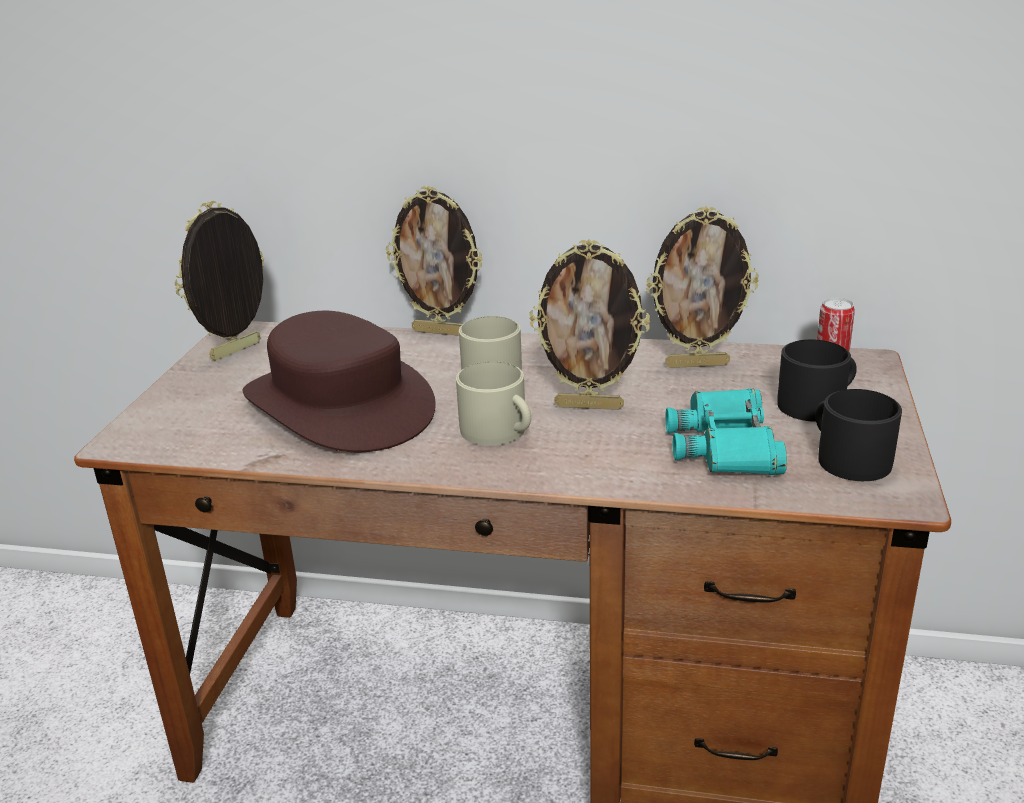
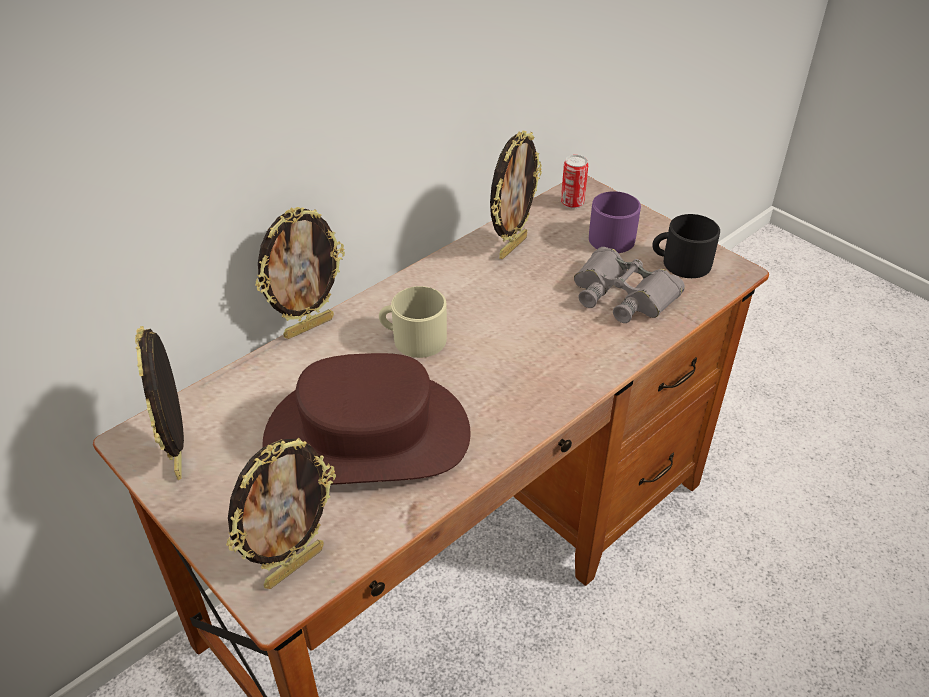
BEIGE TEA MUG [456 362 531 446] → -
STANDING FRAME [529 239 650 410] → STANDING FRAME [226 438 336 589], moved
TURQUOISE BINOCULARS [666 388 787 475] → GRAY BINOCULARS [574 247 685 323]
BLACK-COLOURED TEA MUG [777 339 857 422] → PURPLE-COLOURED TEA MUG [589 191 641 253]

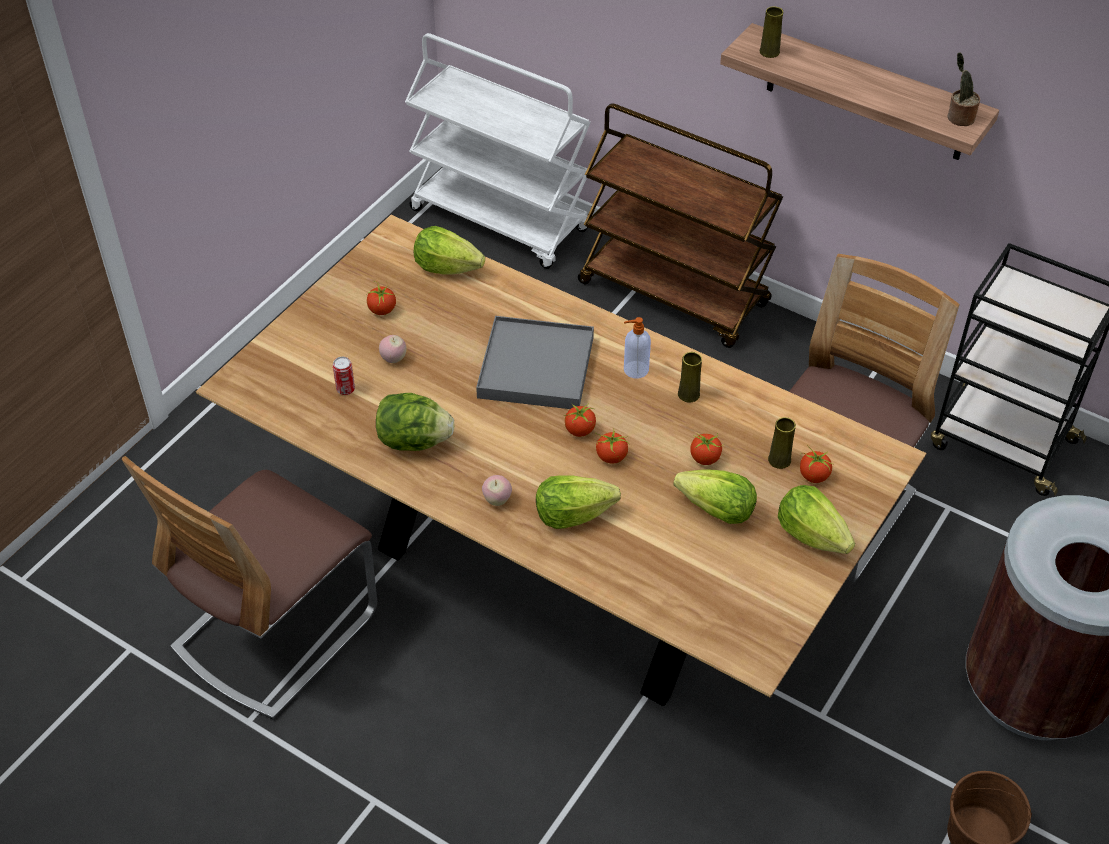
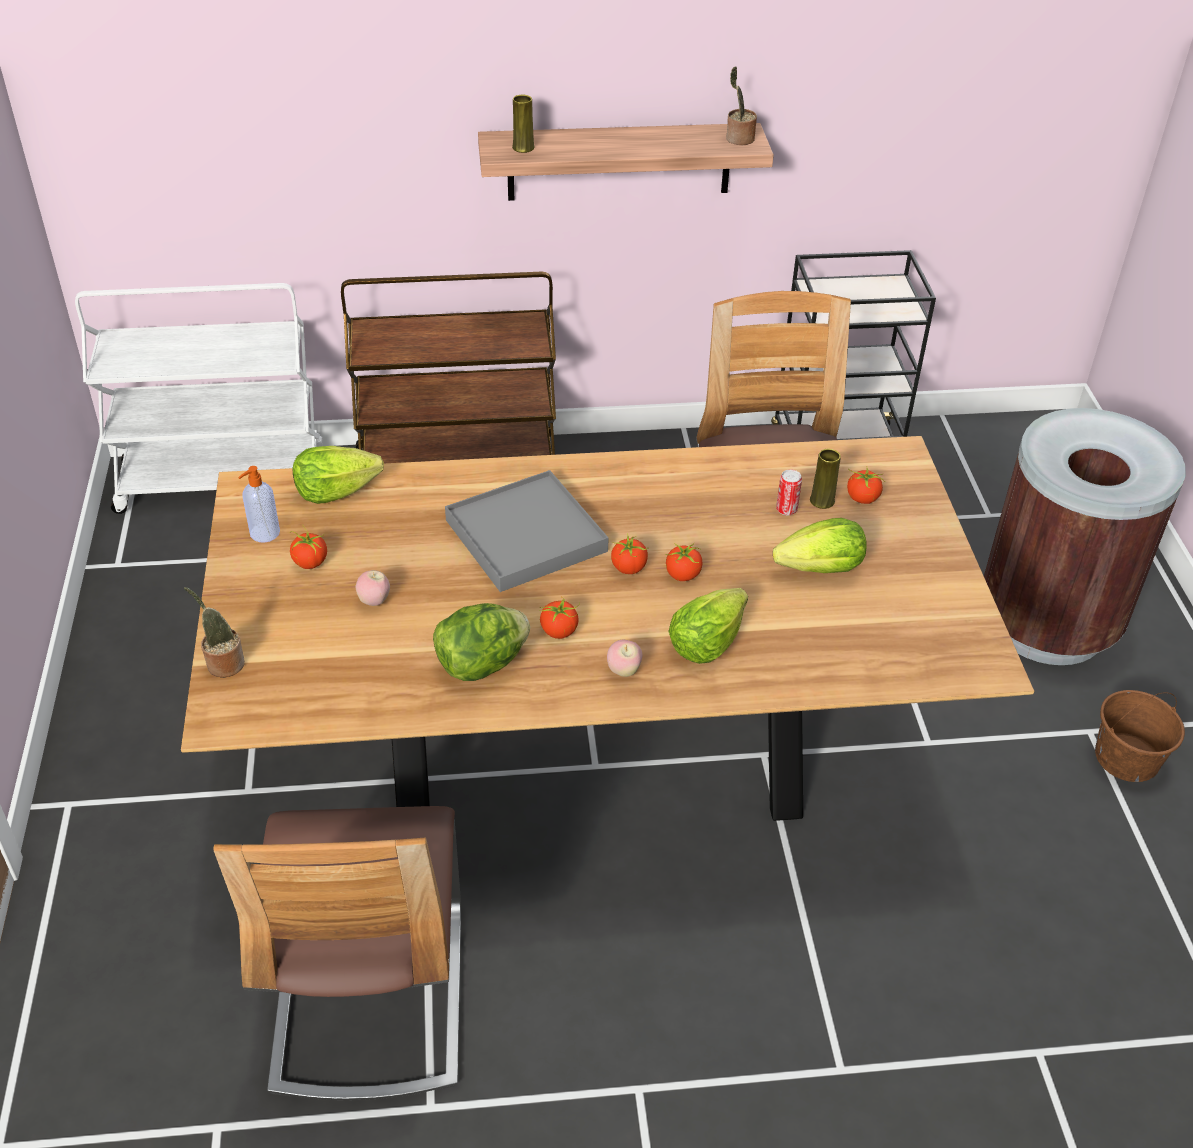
YELLOWISH DECORATIVE VASE [678 352 702 402] → -
LETTUCE HEAD [778 485 855 554] → -
- → HOUSEPLANT [184 587 245 678]
METAL CAN [333 357 355 395] → METAL CAN [776 469 802 516], moved
LIQUID SOAP BOTTLE [624 317 651 379] → LIQUID SOAP BOTTLE [238 466 280 543], moved
WHOLE TOMATO [690 433 724 465] → WHOLE TOMATO [539 596 580 639], moved

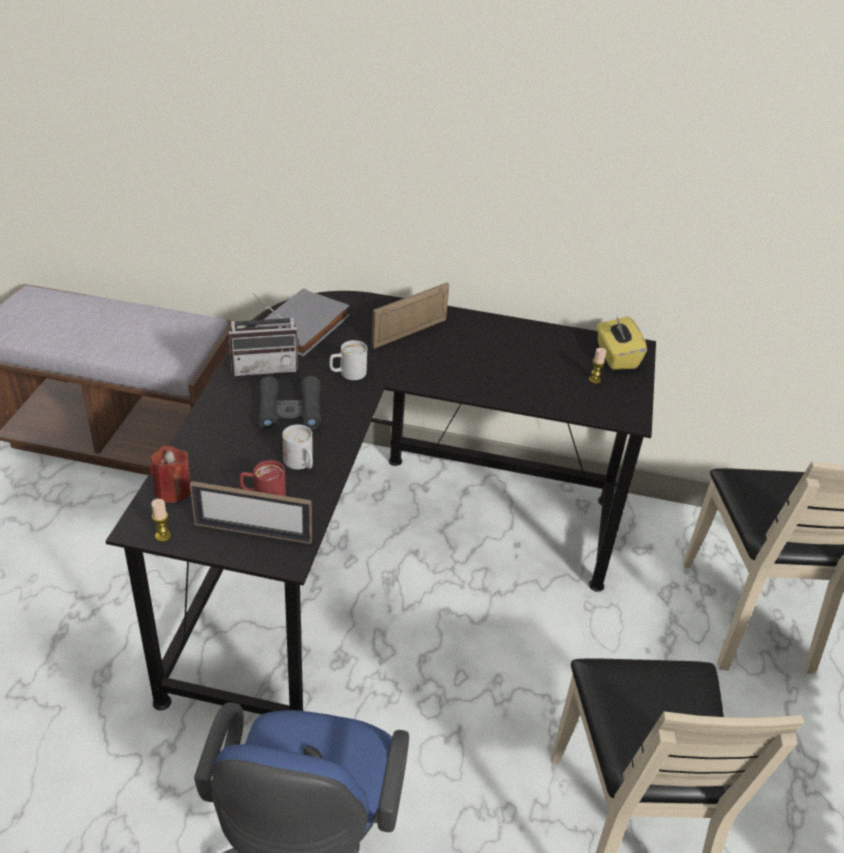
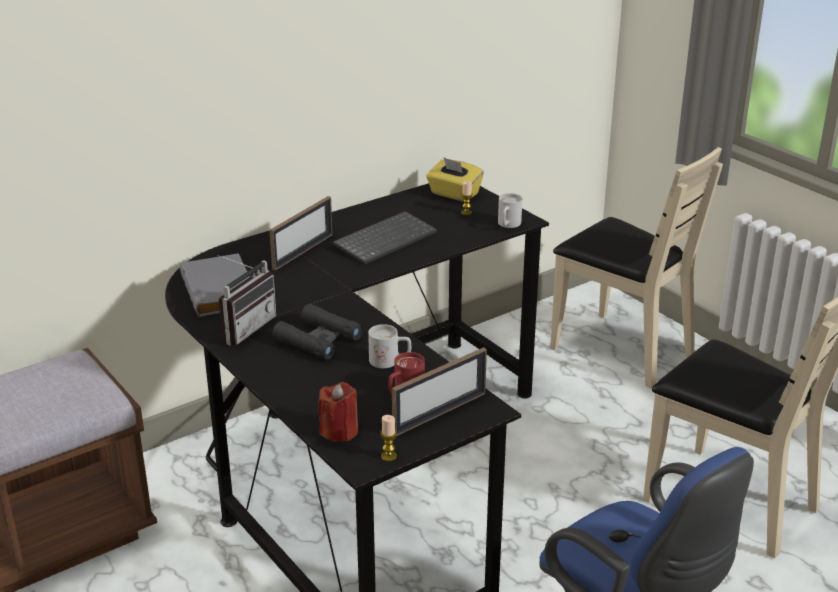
- → KEYBOARD [333 211 437 264]
WHITE TEA MUG [329 340 367 380] → WHITE TEA MUG [498 193 522 228], moved
STANDING FRAME [372 283 449 349] → STANDING FRAME [269 196 333 271], 150 degrees counterclockwise

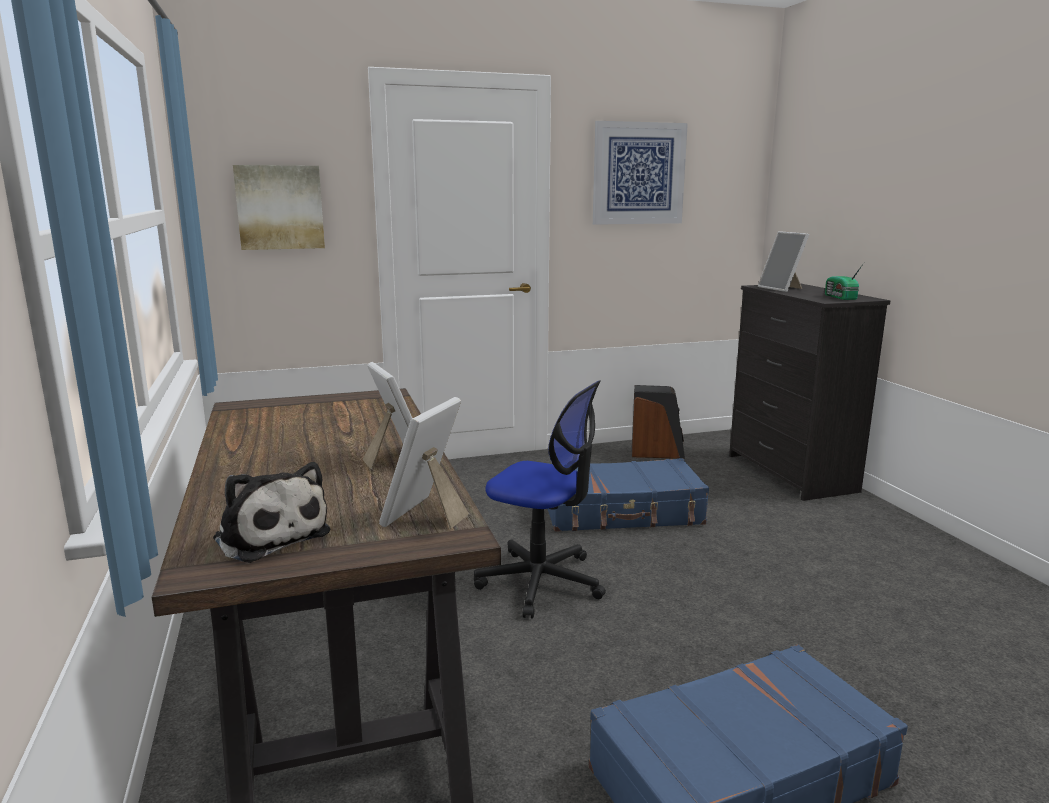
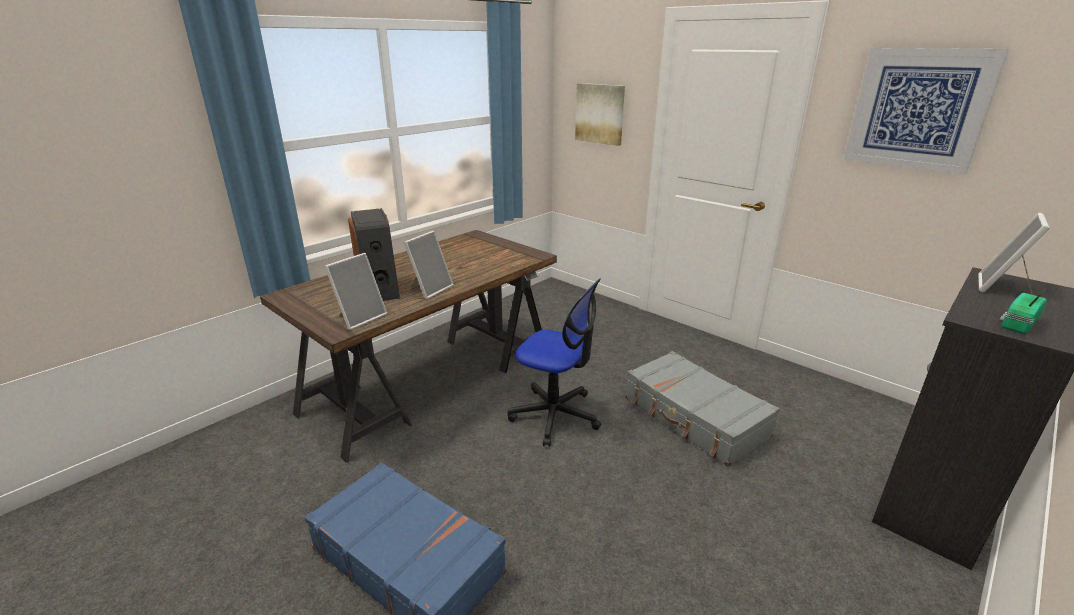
PLUSH TOY [213 462 330 563] → -
SPEAKER [632 385 685 459] → SPEAKER [348 208 400 301], moved
BLUE-COLOURED PIECE OF LUGGAGE [548 458 709 532] → GRAY PIECE OF LUGGAGE [625 351 780 467]
STANDING FRAME [379 397 469 529] → STANDING FRAME [324 253 387 330], 135 degrees clockwise
DESK CHAIR [474 380 606 618] → DESK CHAIR [508 279 601 447], 60 degrees counterclockwise

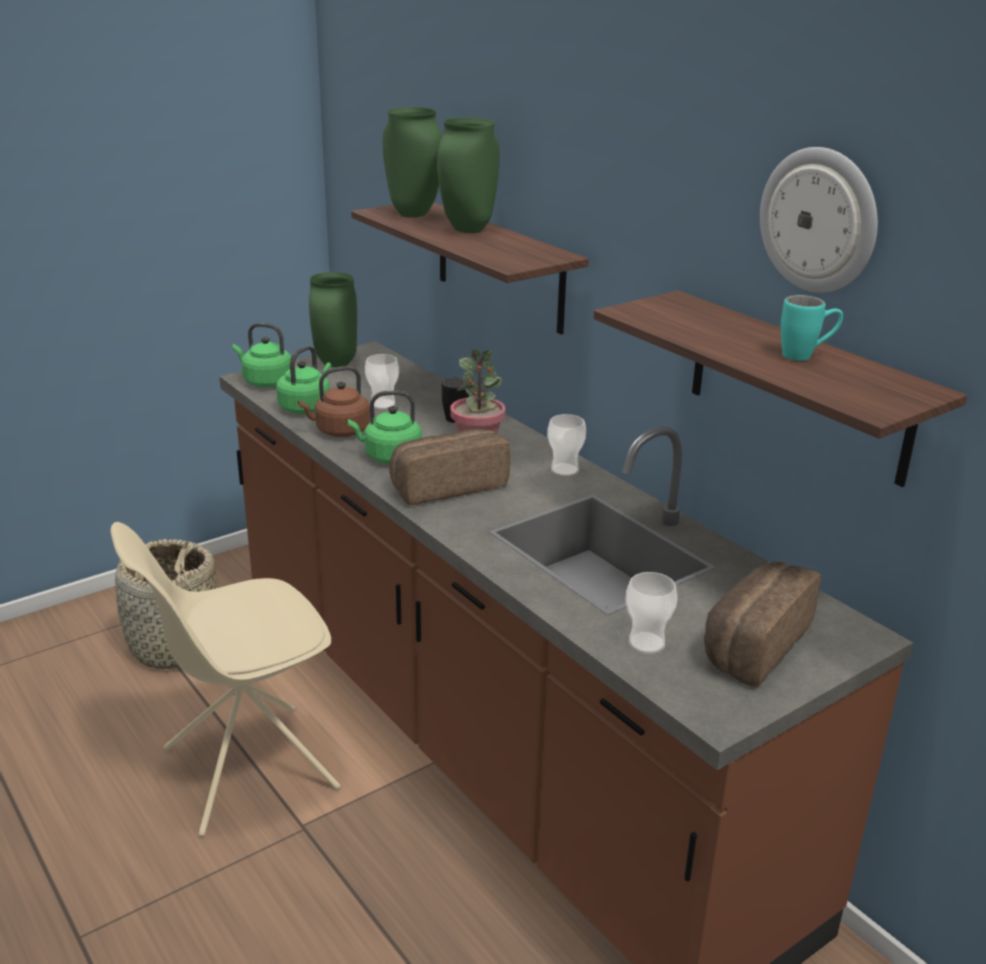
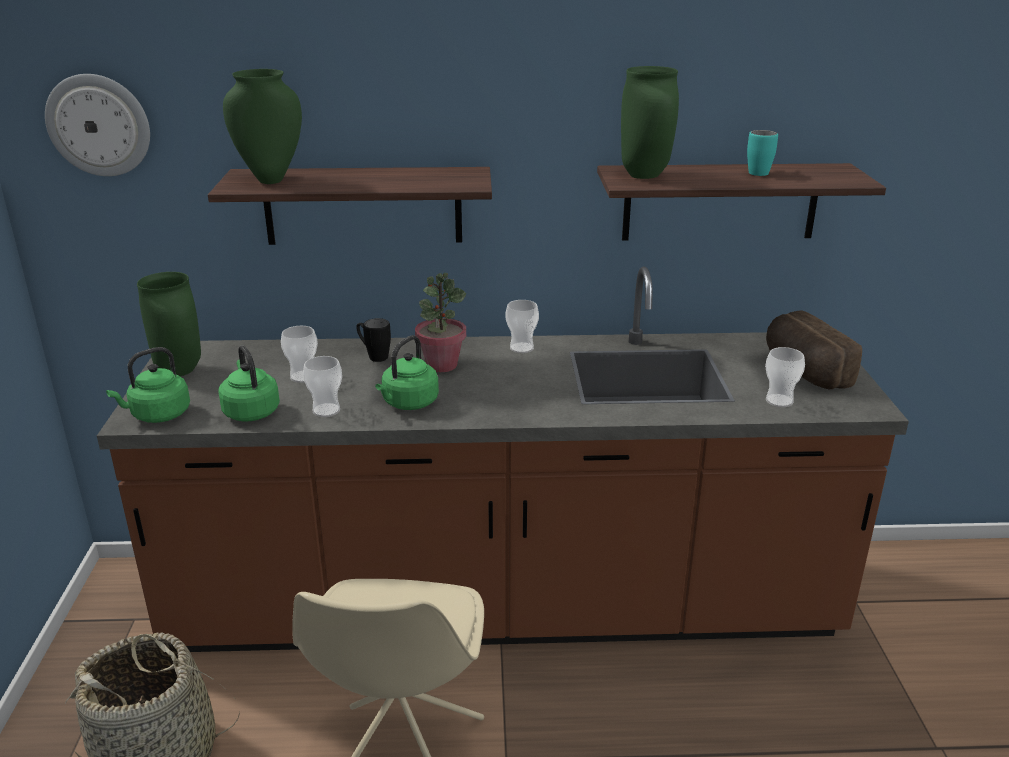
BAKERY BREAD [389 429 510 505] → -
GREEN-COLOURED DECORATIVE VASE [437 117 500 233] → GREEN-COLOURED DECORATIVE VASE [621 66 679 179], moved
HANGING CLOCK [760 147 878 293] → HANGING CLOCK [45 74 150 176], moved
BROWN-COLOURED TEA KETTLE [298 366 370 437] → SMALL CUP [303 356 342 417]

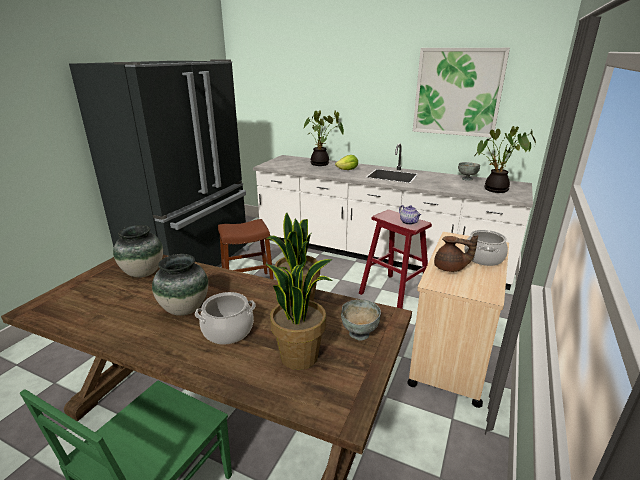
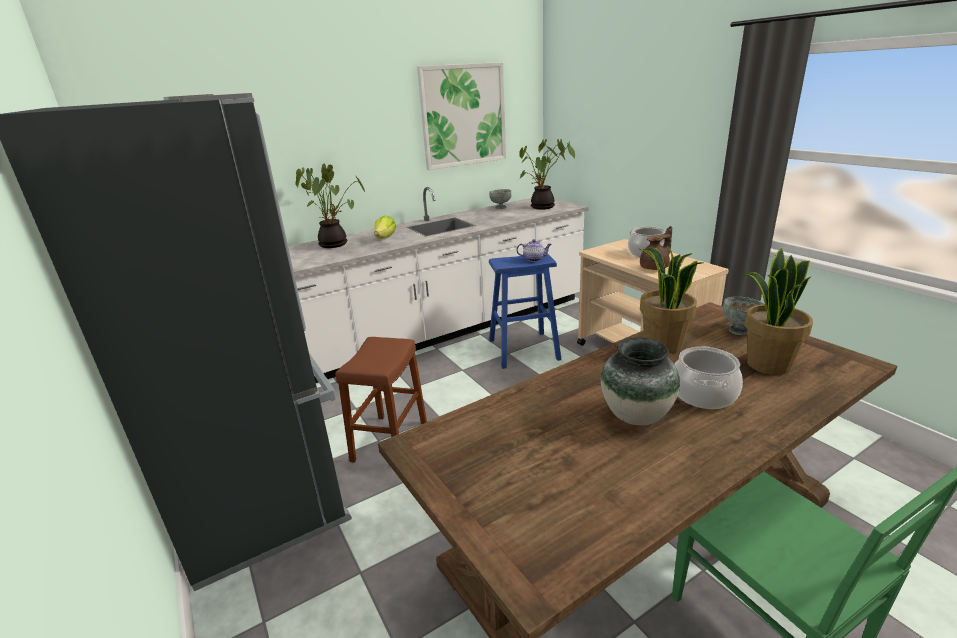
DECORATIVE VASE [113 225 163 278] → -
RED-COLOURED STOOL SEAT [359 210 432 309] → BLUE-COLOURED STOOL SEAT [489 254 562 369]

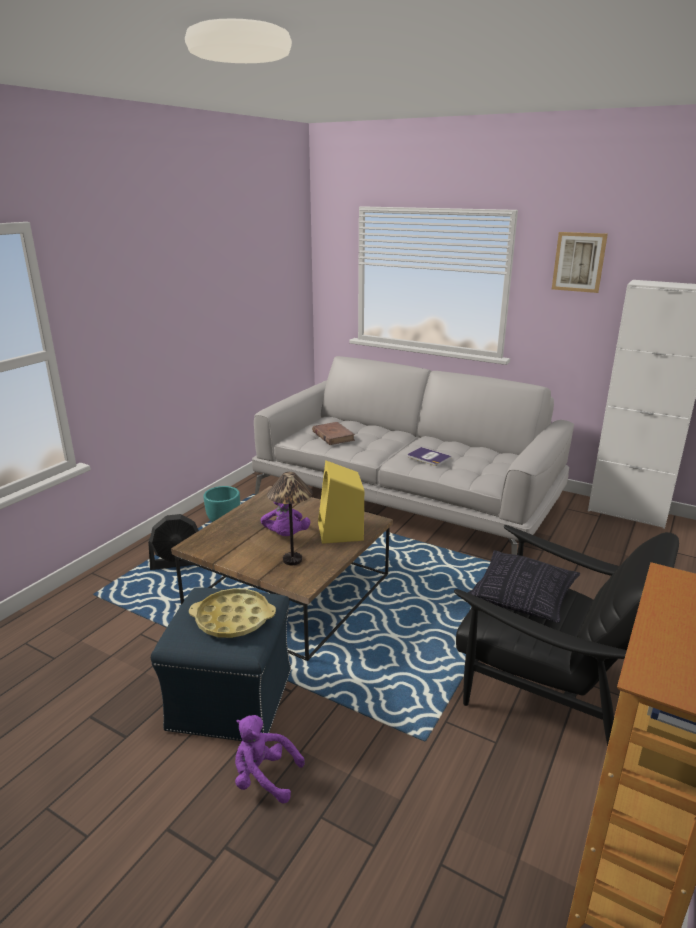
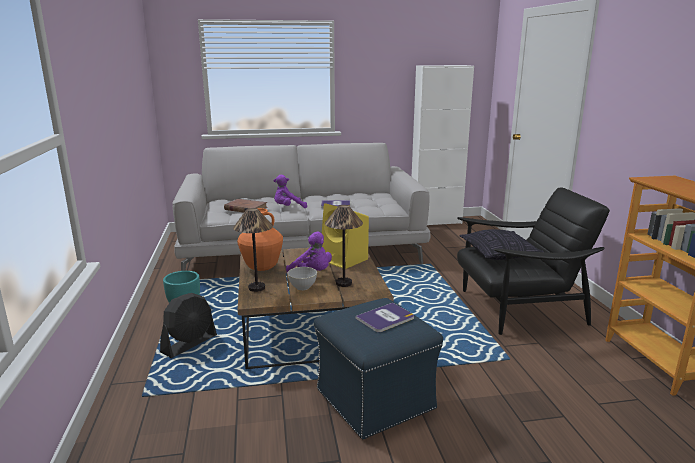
WALL PICTURE [552 232 608 293] → -
- → TABLETOP LAMP [233 208 273 292]
- → ORANGEY DECORATIVE VASE [237 208 283 271]
- → GRAY BOWL [288 267 317 290]
PURPLE-COLOURED PLUSH TOY [235 715 305 804] → PURPLE-COLOURED PLUSH TOY [274 175 307 208], moved
YELLOWISH TRAY [189 588 276 638] → VOLUME [356 303 414 332]

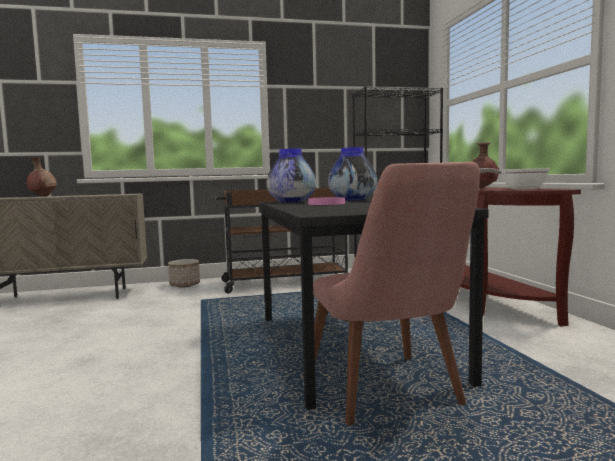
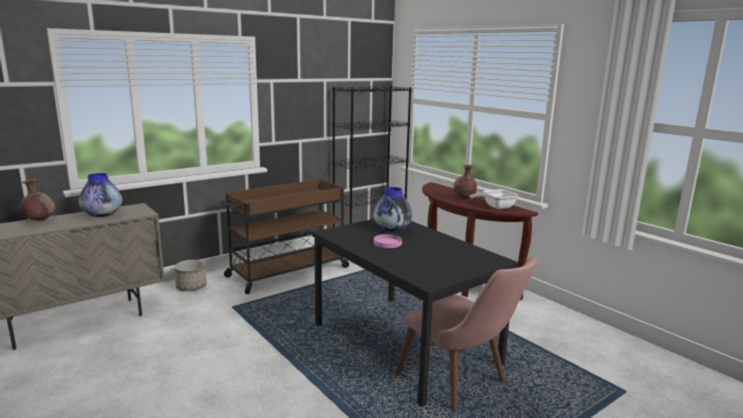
DECORATIVE VASE [267 148 316 202] → DECORATIVE VASE [79 173 122 217], moved

